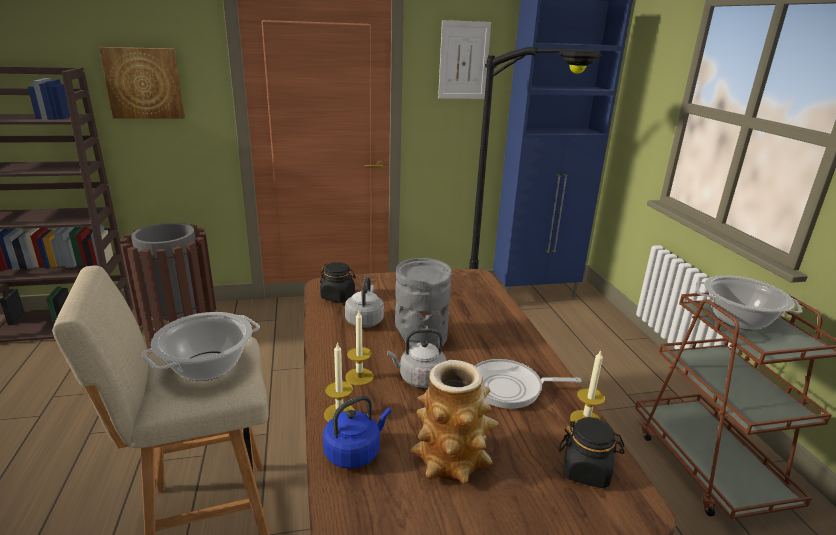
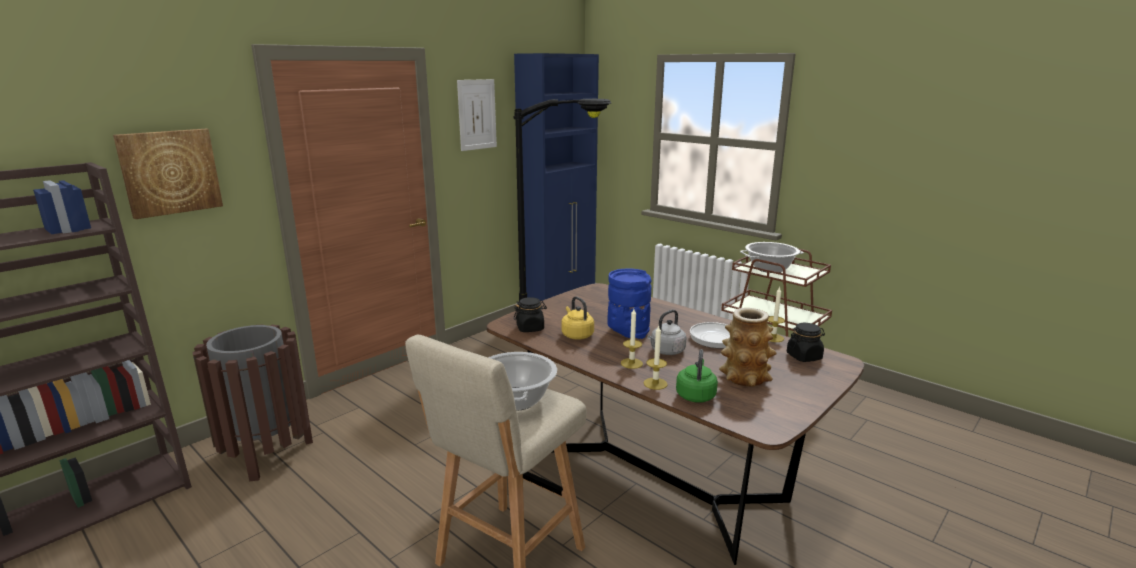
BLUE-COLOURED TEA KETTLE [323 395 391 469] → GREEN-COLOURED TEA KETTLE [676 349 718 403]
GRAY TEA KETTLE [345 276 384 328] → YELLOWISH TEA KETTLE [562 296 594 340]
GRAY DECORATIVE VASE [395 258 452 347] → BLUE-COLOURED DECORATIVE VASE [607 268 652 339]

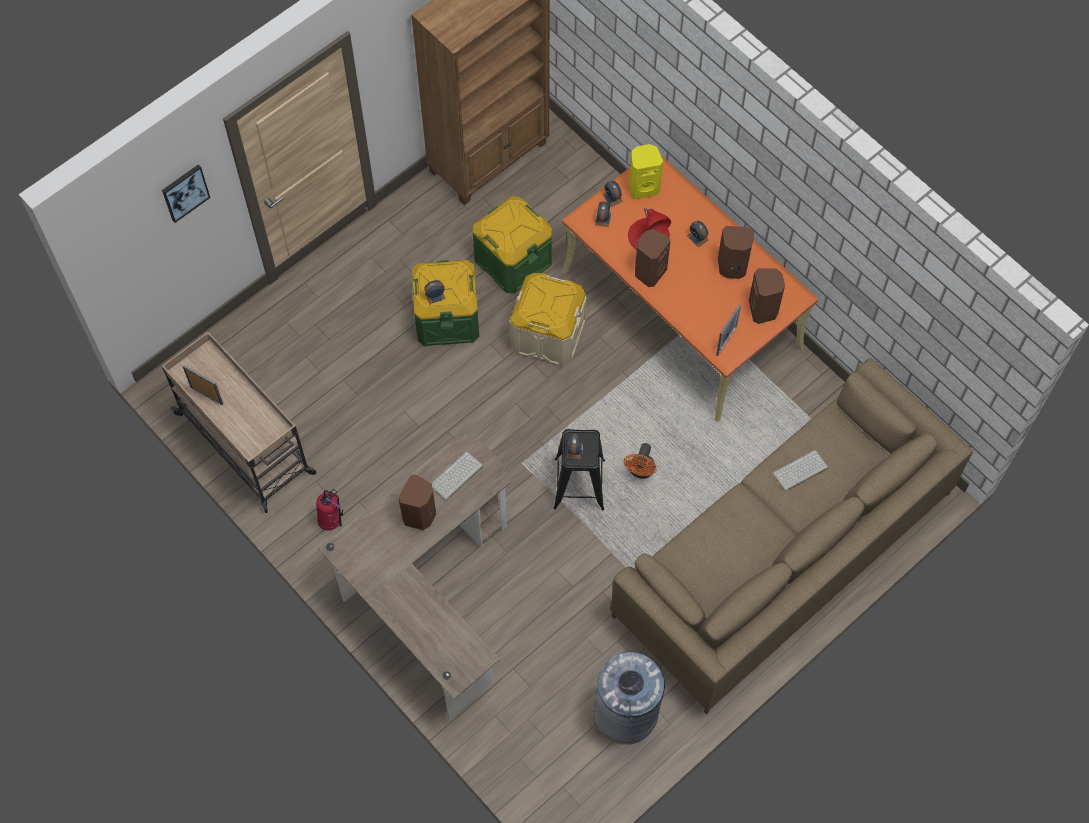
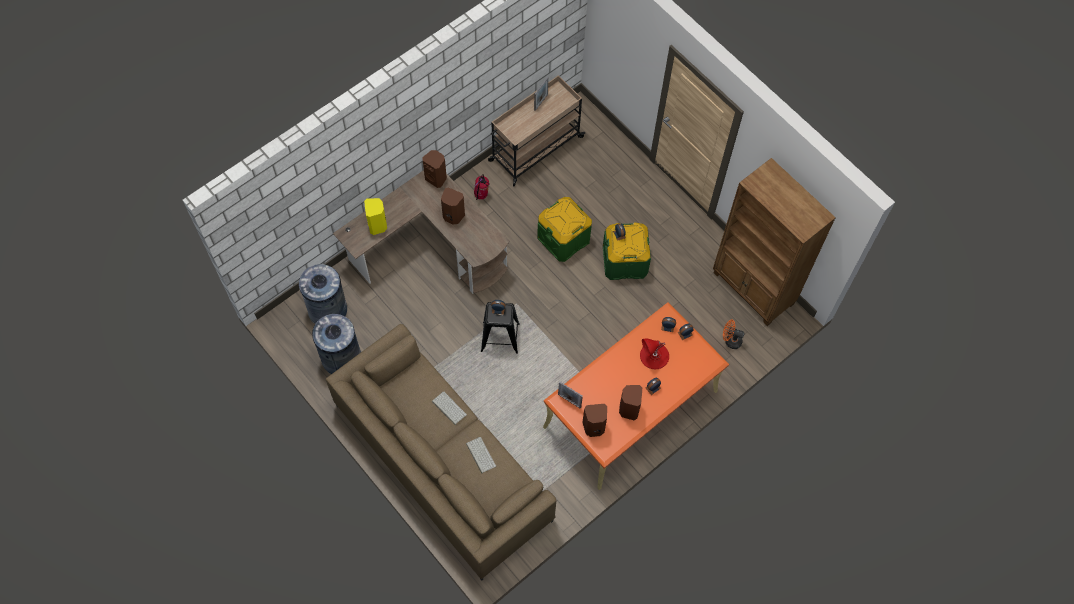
WALL PICTURE [162 165 210 223] → -
BEIGE STORAGE BIN [509 273 587 366] → -
- → GRAY TRASH CAN [299 264 347 324]
KEYBOARD [431 452 483 501] → KEYBOARD [432 391 467 425], moved
GREEN-COLOURED STORAGE BIN [472 196 552 293] → GREEN-COLOURED STORAGE BIN [537 197 592 262], moved
ORANGEY ELECTRIC FAN [624 443 657 479] → ORANGEY ELECTRIC FAN [723 320 745 349], moved
YELLOWISH SPEAKER [629 144 663 199] → YELLOWISH SPEAKER [364 198 387 235], moved
BROWN-COLOURED SPEAKER [635 229 671 287] → BROWN-COLOURED SPEAKER [423 150 447 188], moved

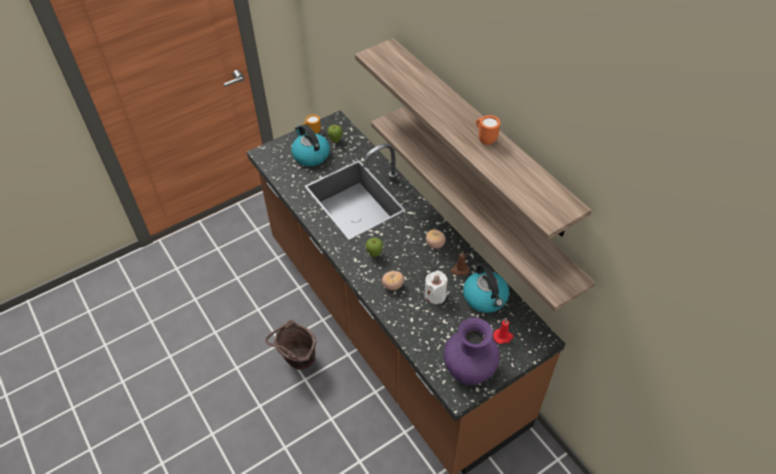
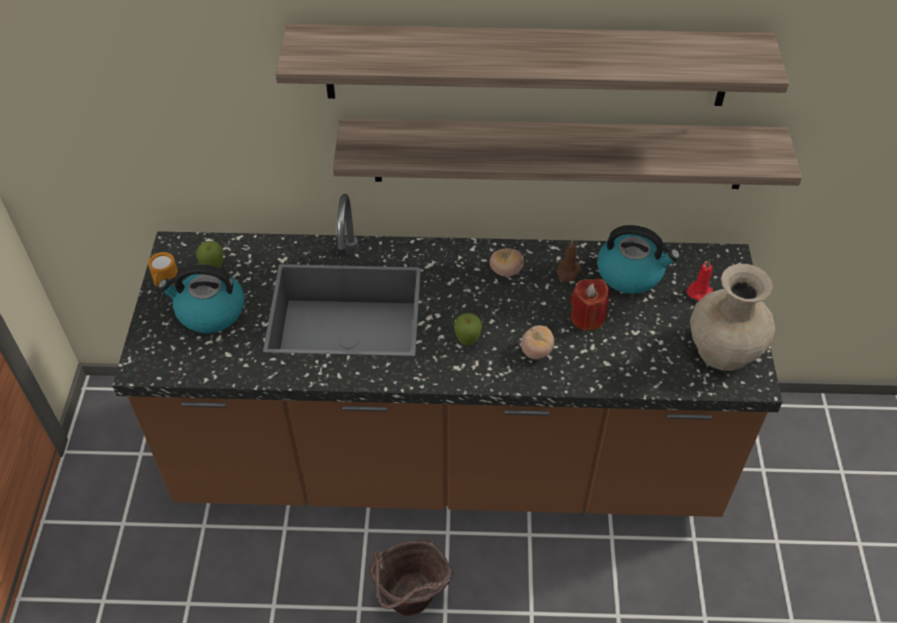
ORANGEY TEA MUG [476 115 500 145] → -
WHITE WAX LIGHT [425 271 448 304] → RED-COLOURED WAX LIGHT [571 279 610 331]
PURPLE-COLOURED DECORATIVE VASE [443 317 500 385] → BEIGE DECORATIVE VASE [690 264 775 371]

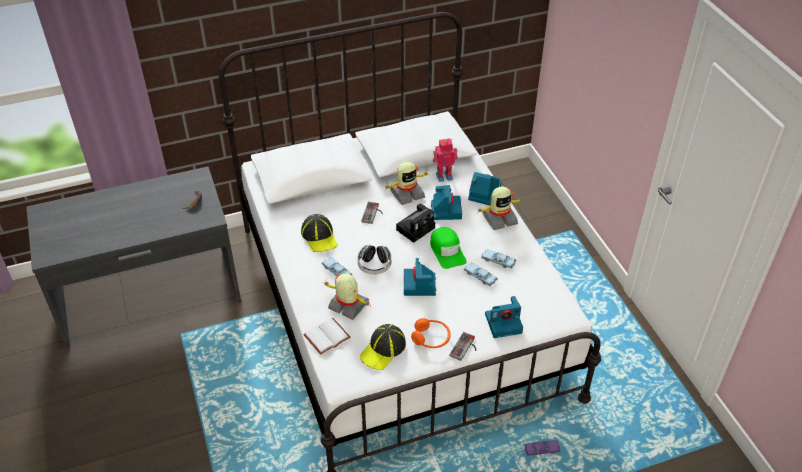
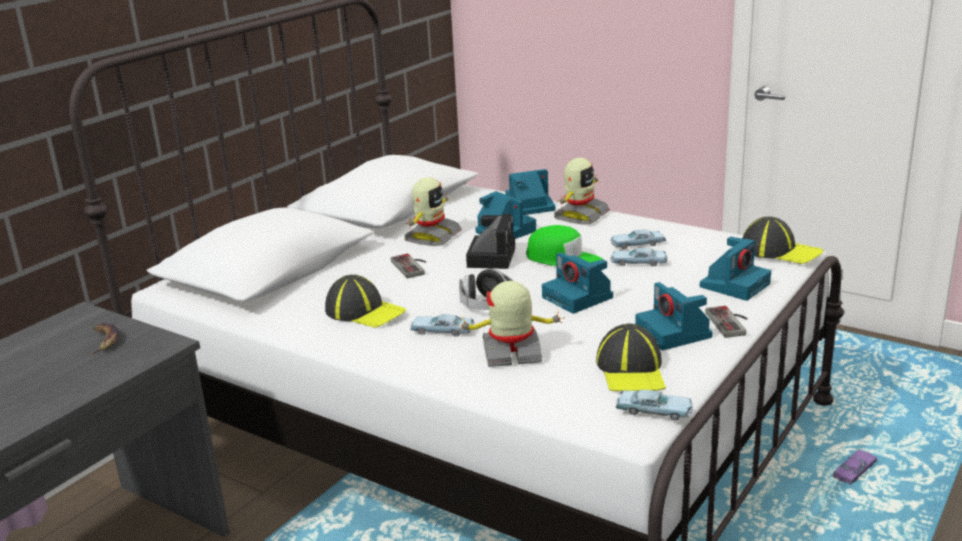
WHITE VOLUME [303 318 351 355] → -
TOY ROBOT [433 138 458 182] → -
- → BLUE-COLOURED MODEL CAR [615 390 693 420]
- → CAP [742 217 823 264]
ORANGEY PAIR OF HEADPHONES [411 318 450 348] → PHOTO CAMERA [635 282 713 350]

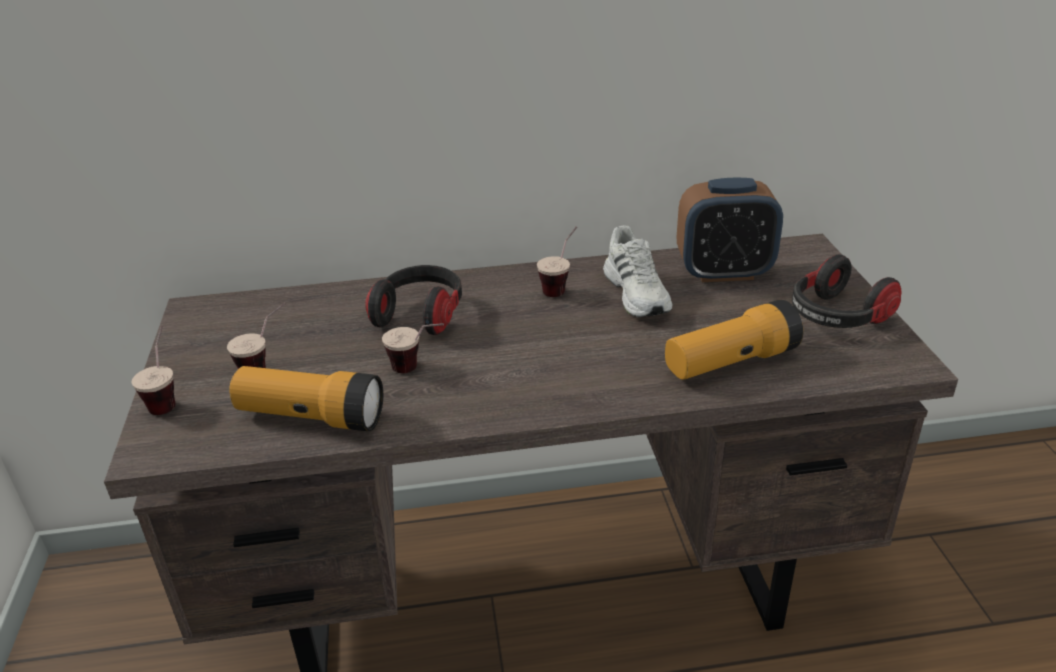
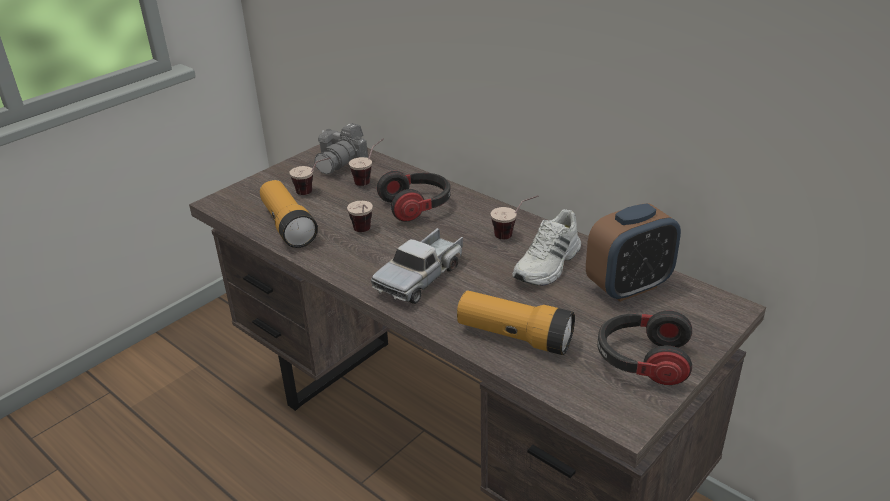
- → PHOTO CAMERA [314 123 368 174]
- → TOY LORRY [371 228 463 304]
SMALL CUP [132 326 175 415] → SMALL CUP [349 138 384 186], moved
BEDSIDE CLOCK [677 178 783 282] → BEDSIDE CLOCK [586 203 681 302], 75 degrees counterclockwise

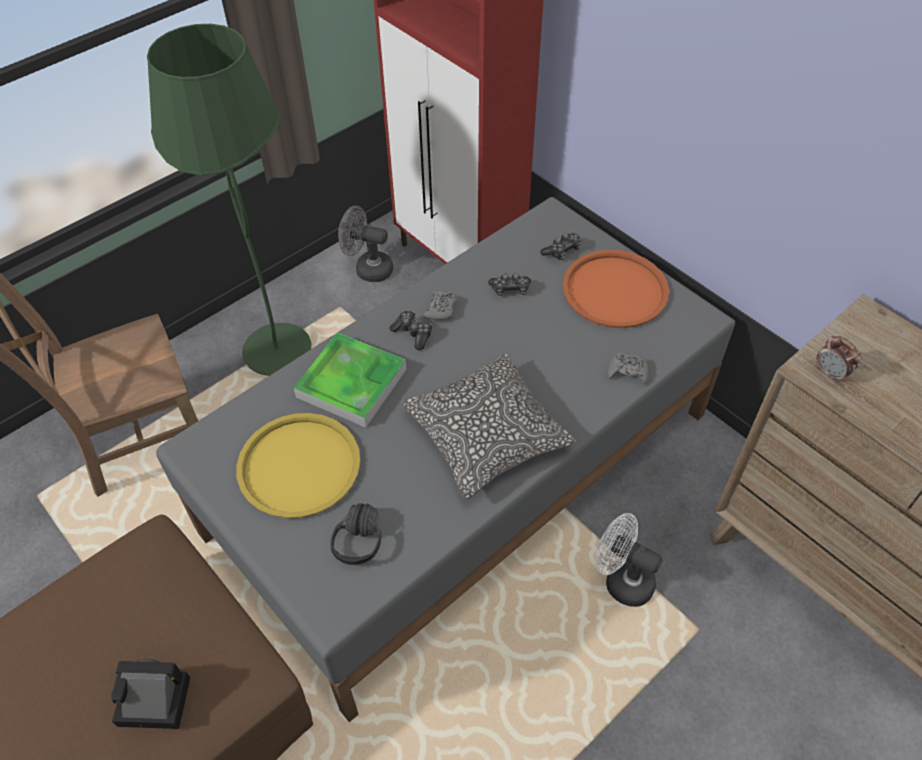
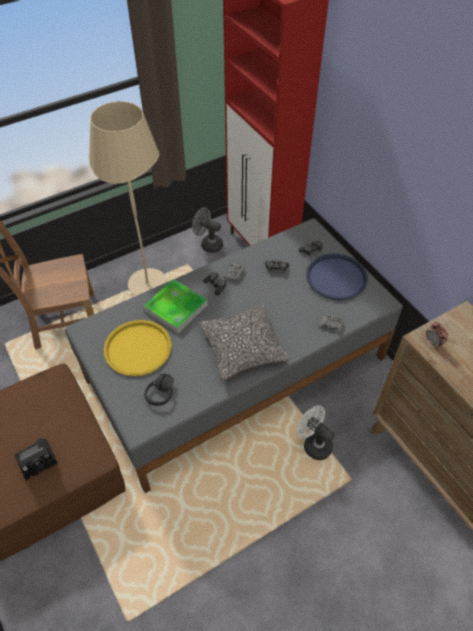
GREEN-COLOURED STANDING LAMP [147 24 312 376] → BEIGE STANDING LAMP [89 101 167 296]
ORANGEY TRAY [563 250 669 328] → BLUE-COLOURED TRAY [306 254 368 300]
PHOTO CAMERA [111 658 190 729] → PHOTO CAMERA [14 438 58 480], 135 degrees clockwise

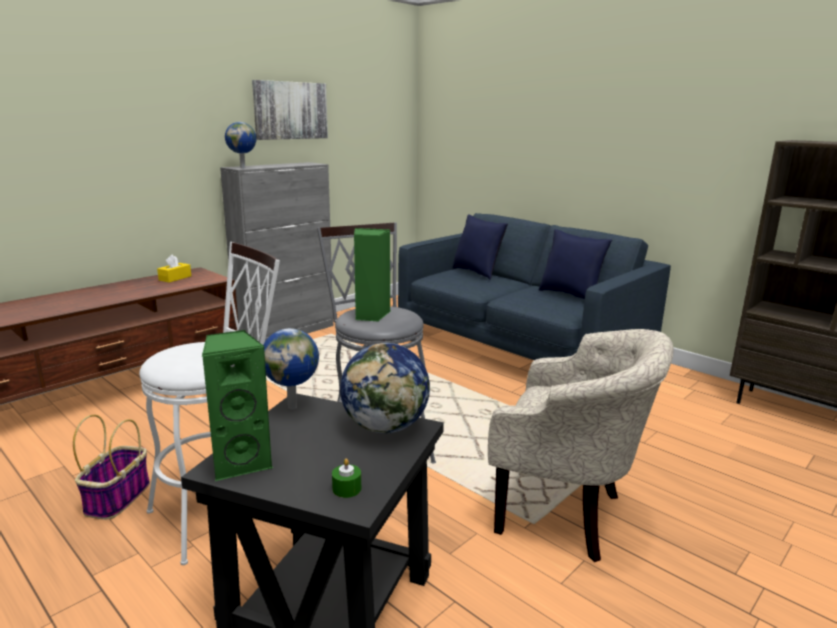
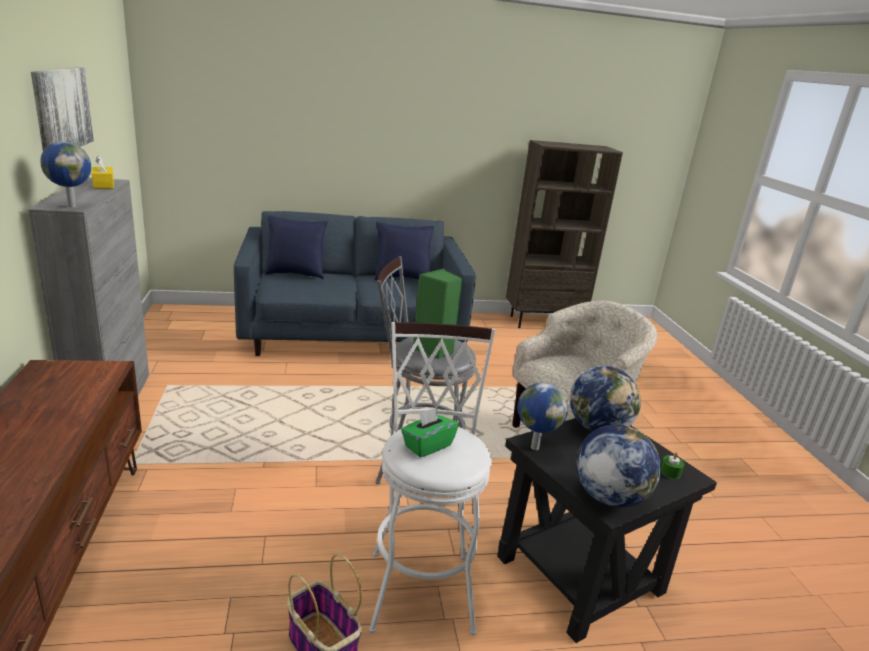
- → GREEN-COLOURED BOX OF TISSUES [401 407 459 457]
YELLOWISH BOX OF TISSUES [157 255 191 283] → YELLOWISH BOX OF TISSUES [92 156 114 189], moved
GREEN-COLOURED SPEAKER [202 330 274 481] → GLOBE [576 424 661 508]

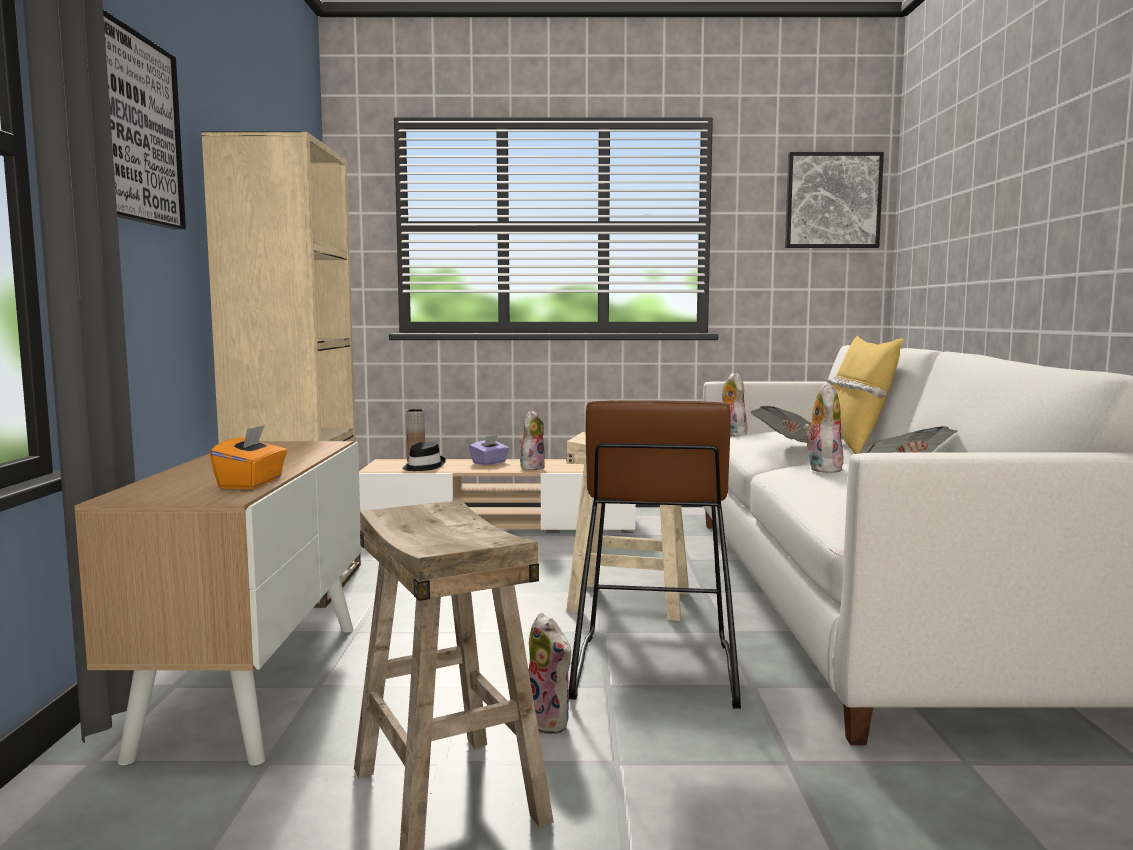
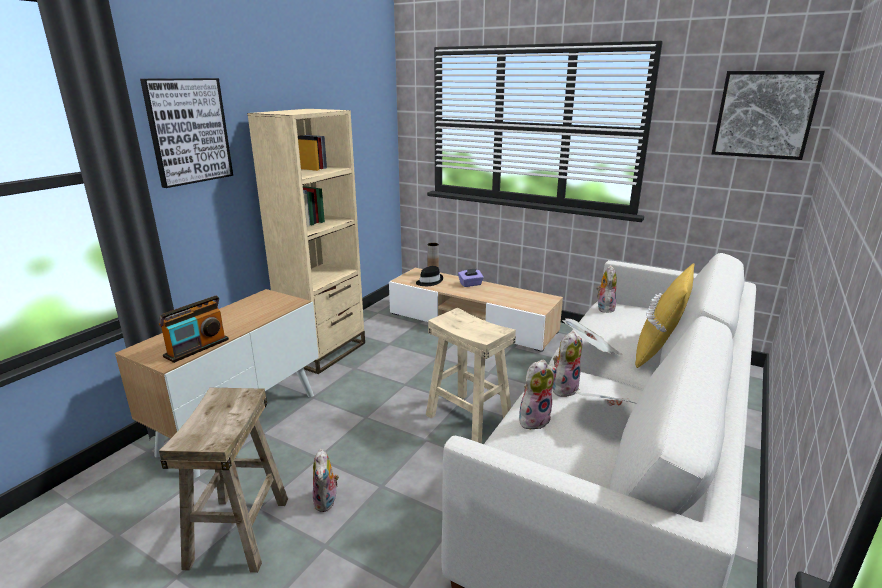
BROWN-COLOURED STOOL SEAT [569 400 741 709] → -
PLUSH TOY [519 411 546 471] → PLUSH TOY [519 359 557 429], moved
ORANGEY BOX OF TISSUES [209 425 287 489] → RADIO [159 296 229 363]

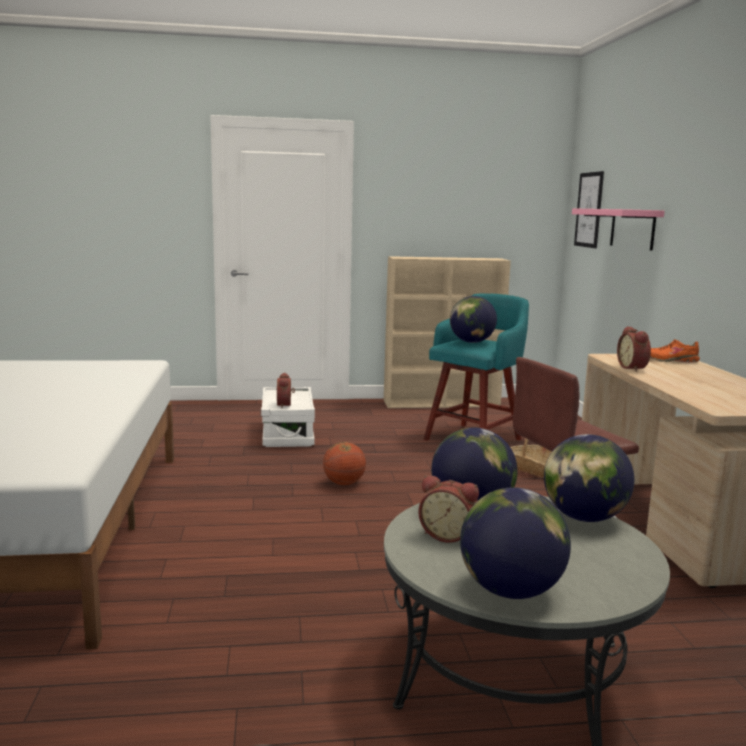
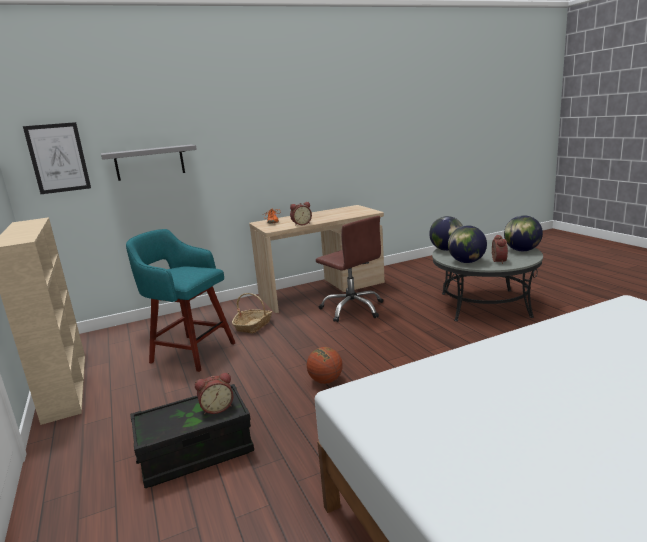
GLOBE [450 296 497 343] → -
WHITE STORAGE BIN [261 387 315 447] → BLACK-COLOURED STORAGE BIN [130 384 254 488]
PINK SHELF [572 209 665 251] → GRAY SHELF [101 145 197 181]

